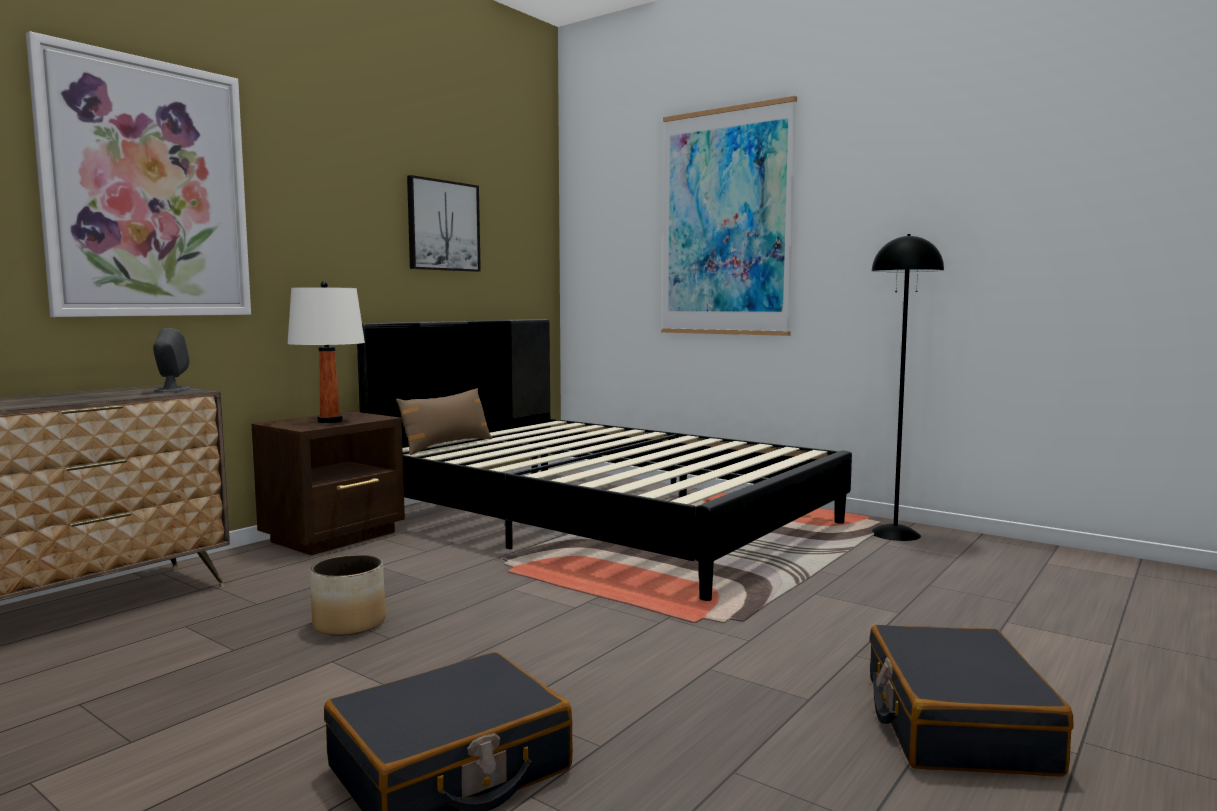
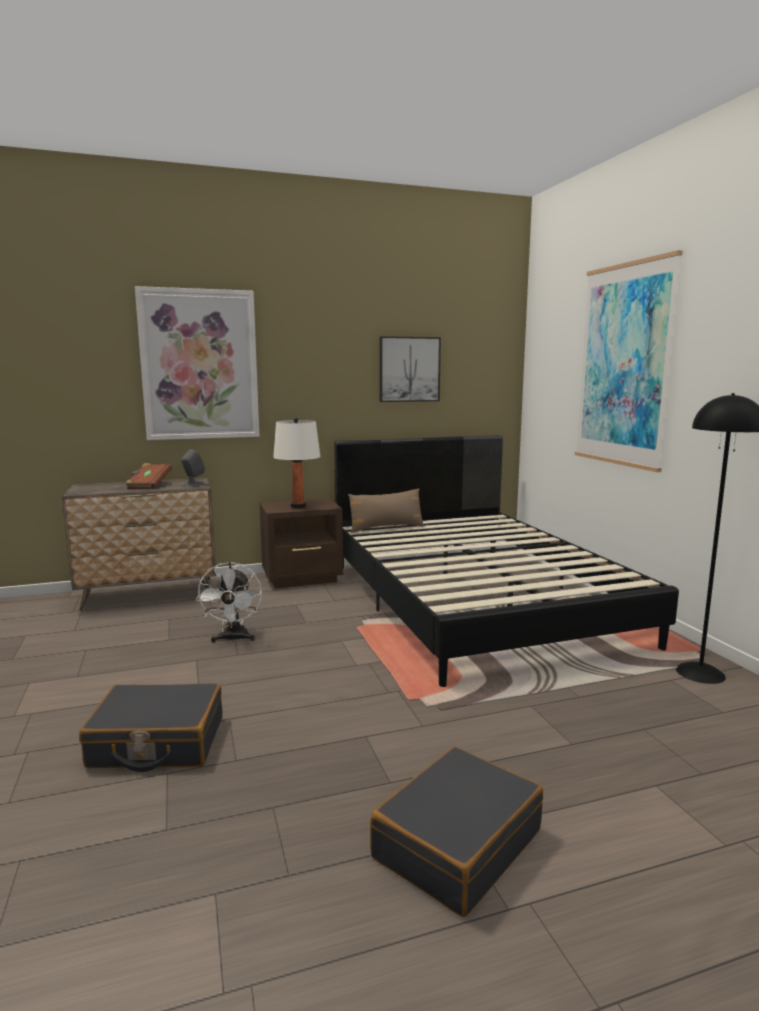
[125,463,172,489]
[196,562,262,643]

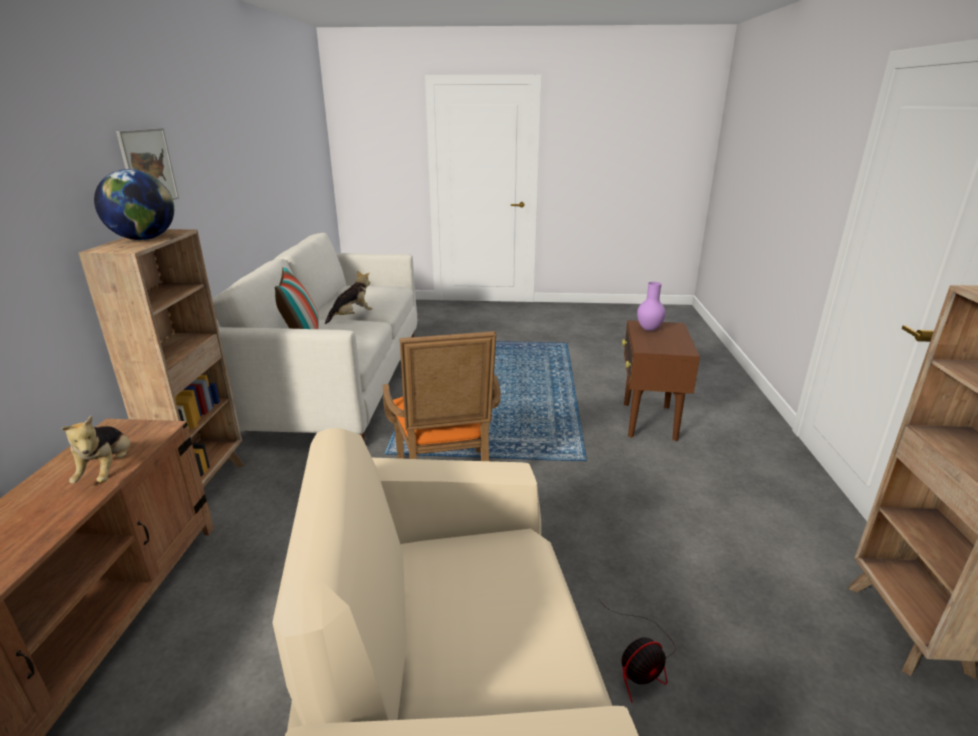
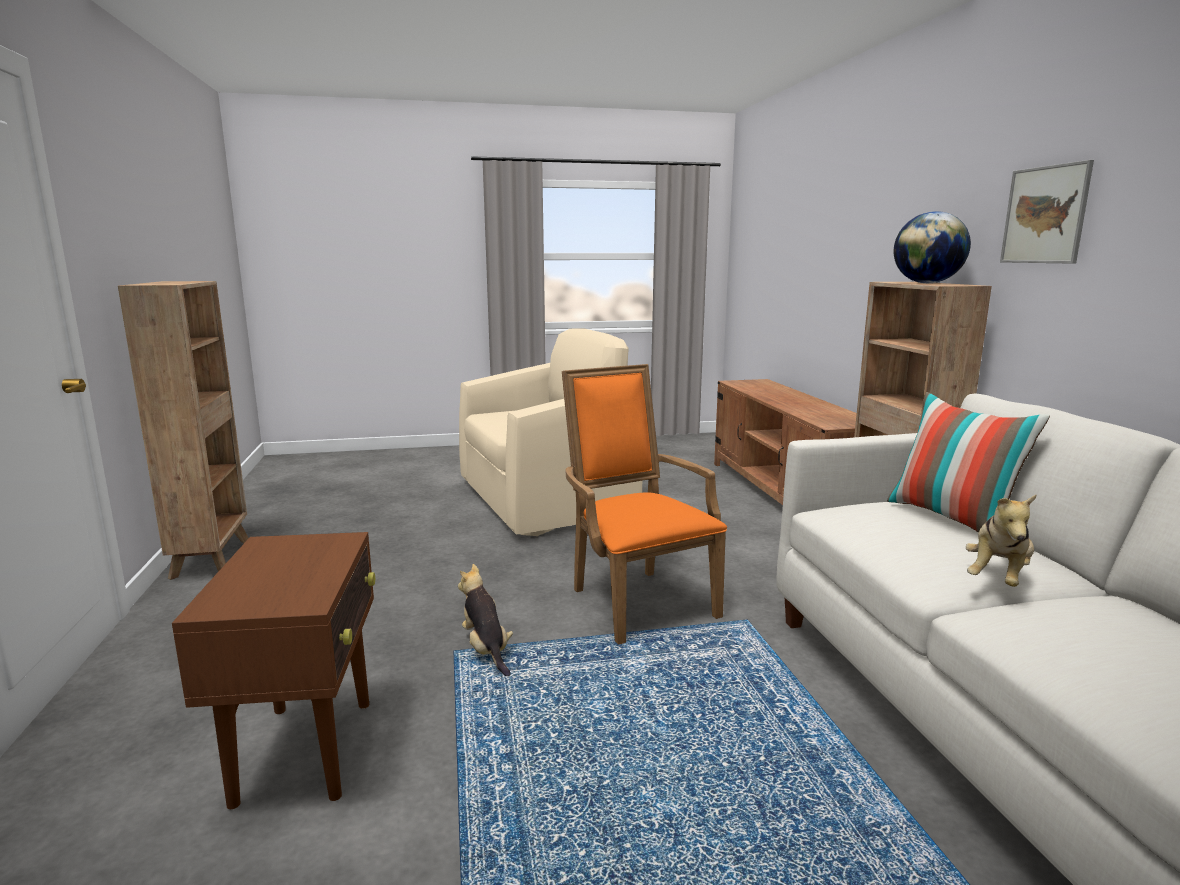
[458,564,513,676]
[598,599,676,702] (first image)
[637,282,666,331] (first image)

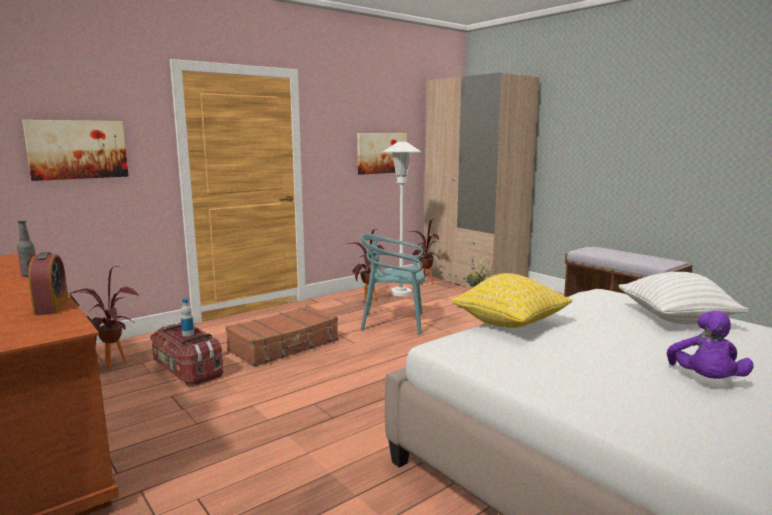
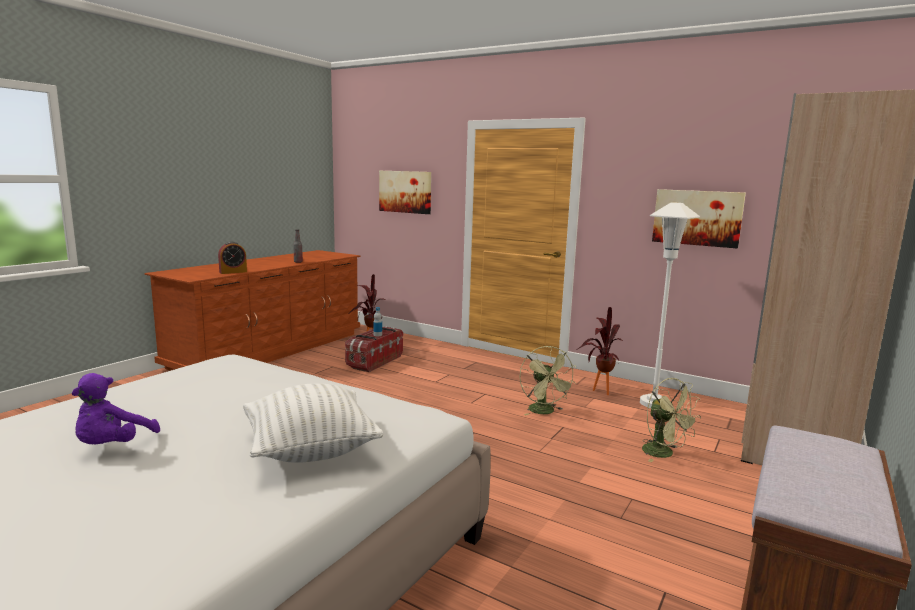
[71,373,160,445]
[519,346,576,415]
[226,306,338,367] (first image)
[410,219,440,285] (first image)
[452,273,573,328] (first image)

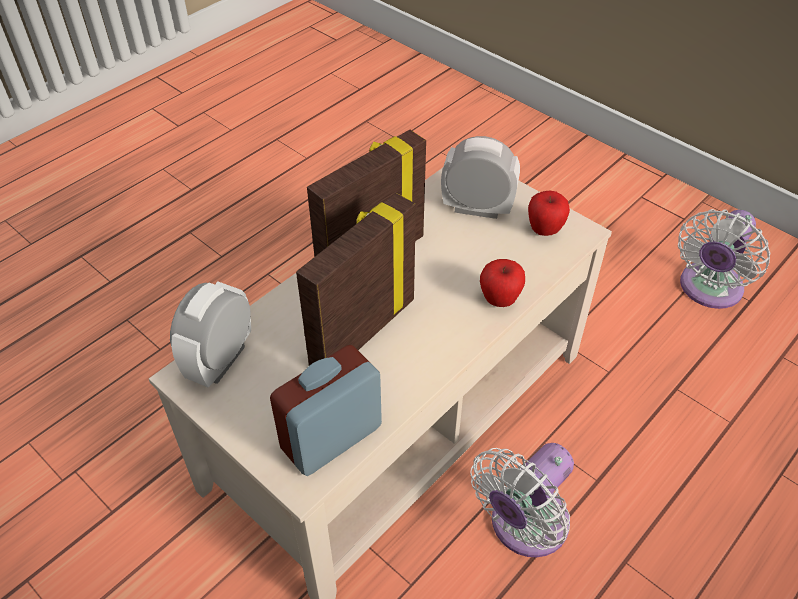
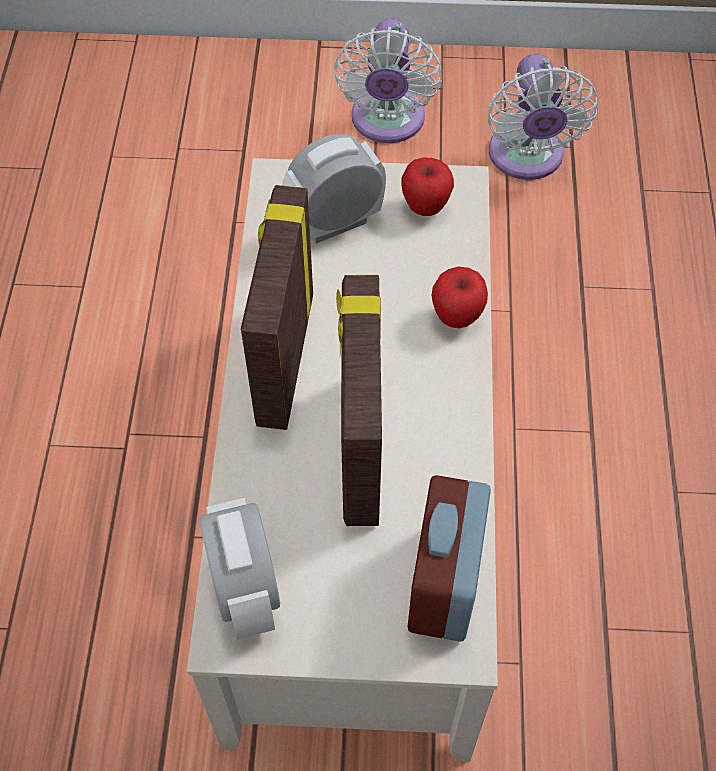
[334,18,441,143]

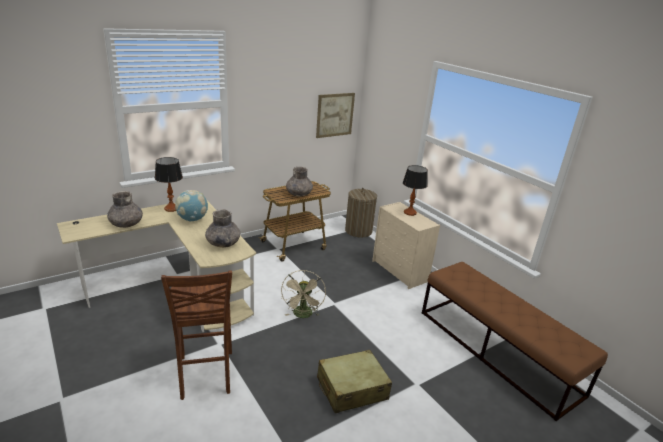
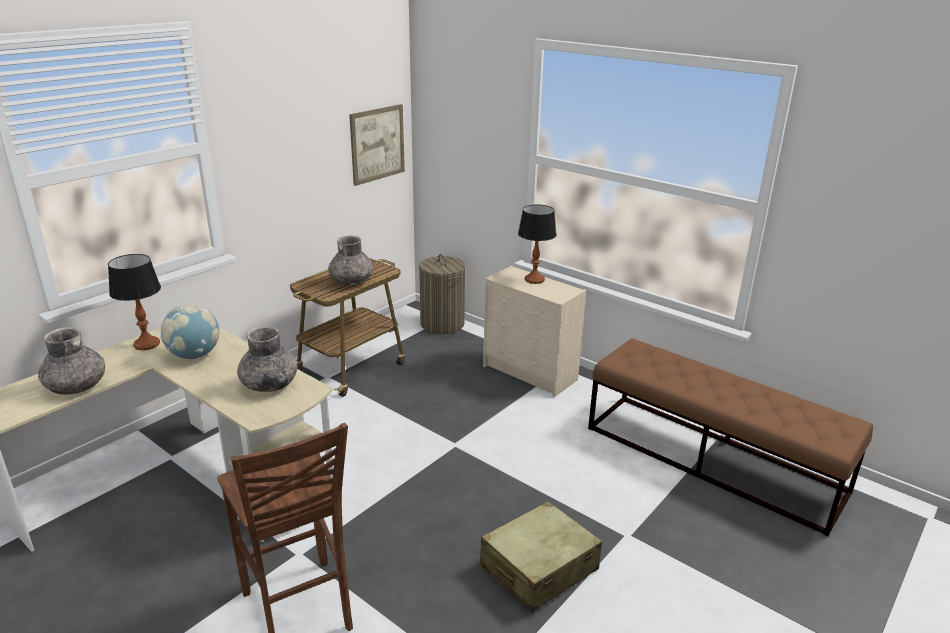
[281,270,326,318] (first image)

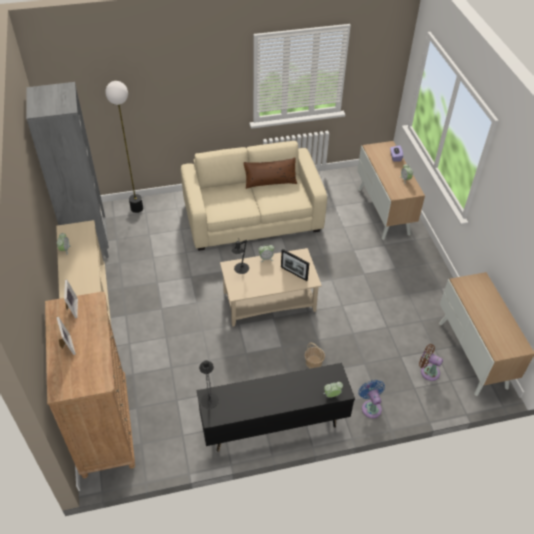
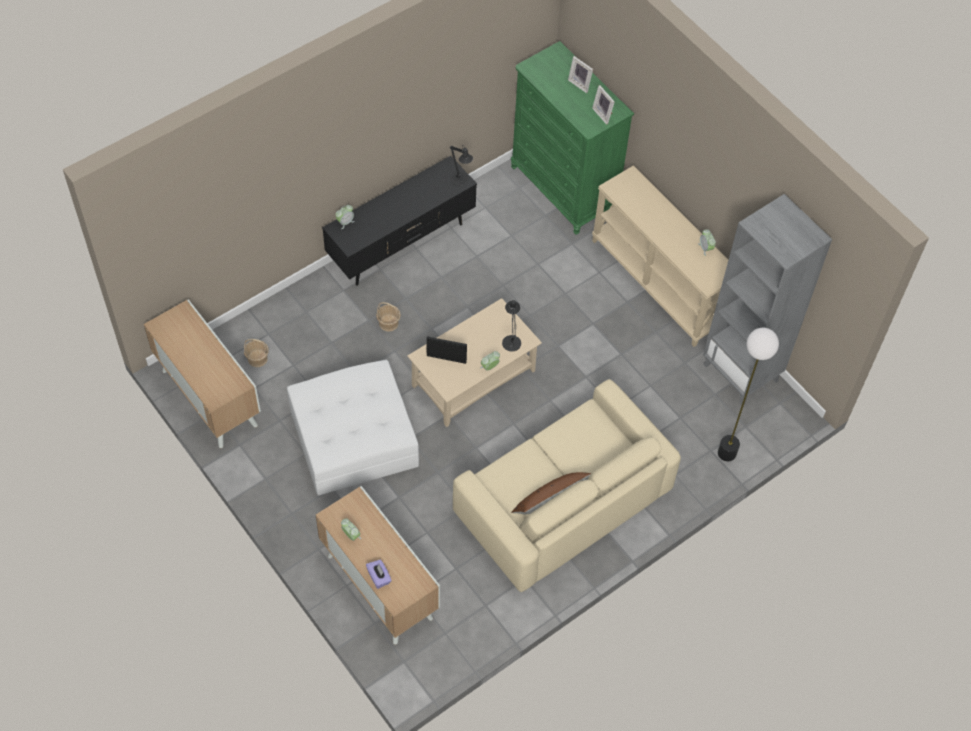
[244,339,269,367]
[287,360,419,496]
[511,41,634,235]
[358,380,385,418] (first image)

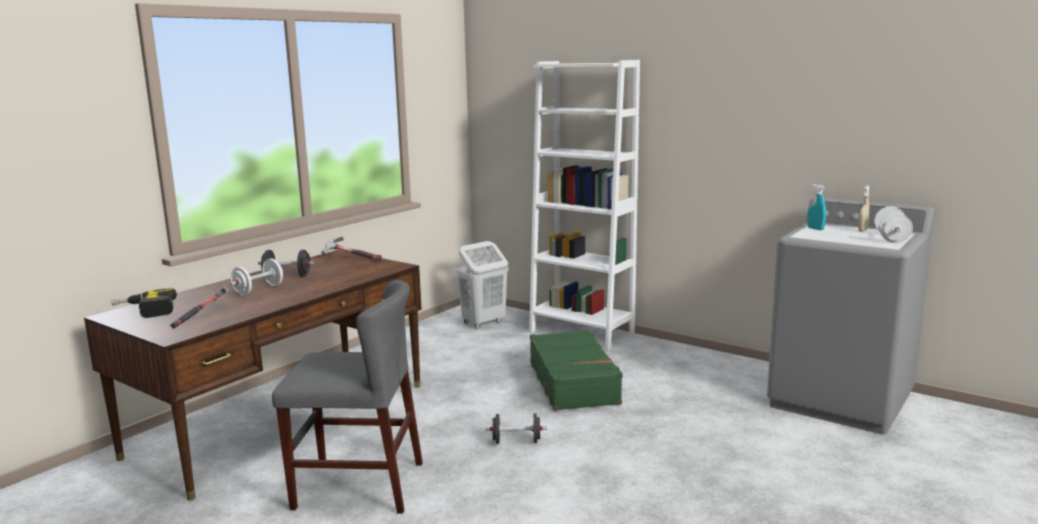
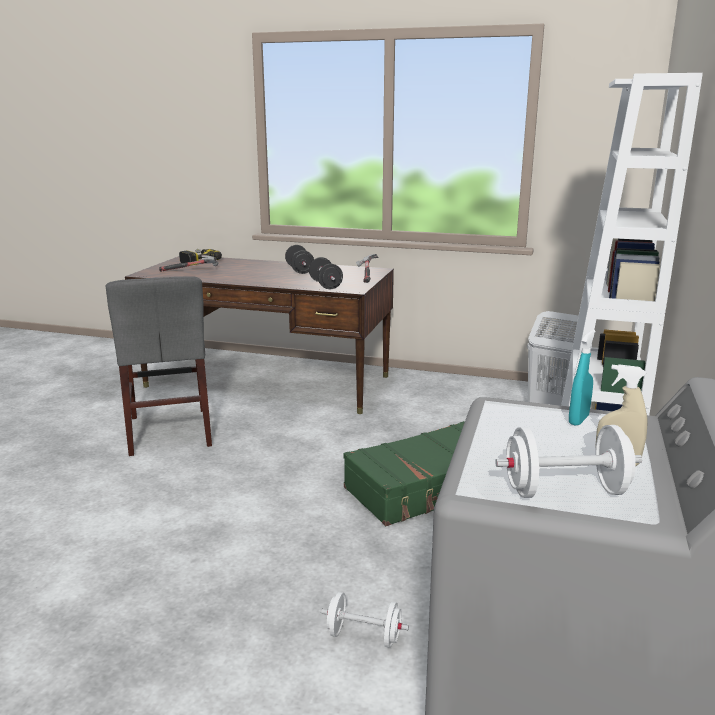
[309,257,343,289]
[321,592,409,648]

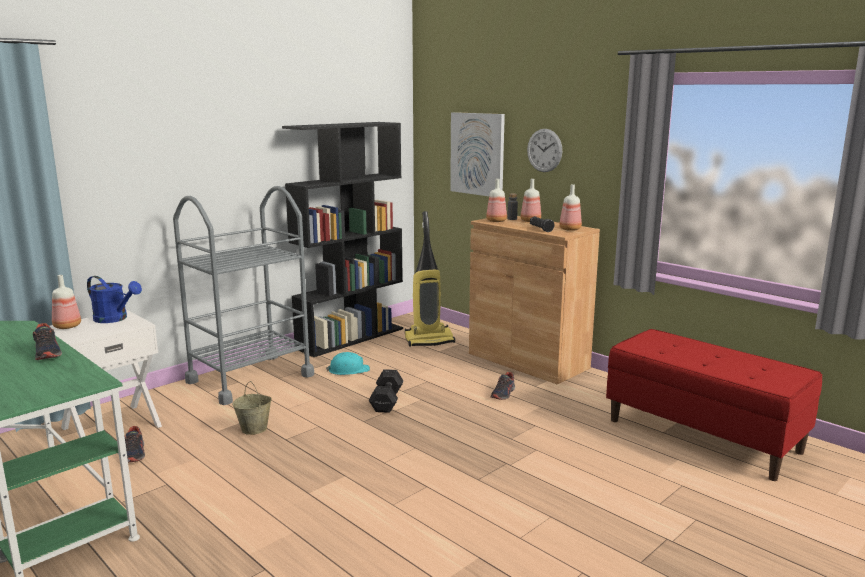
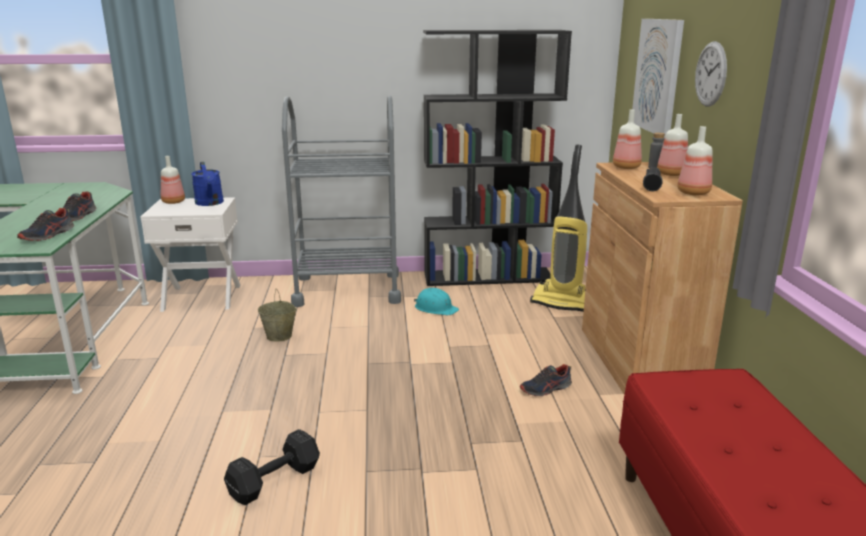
[17,208,74,241]
[224,429,320,505]

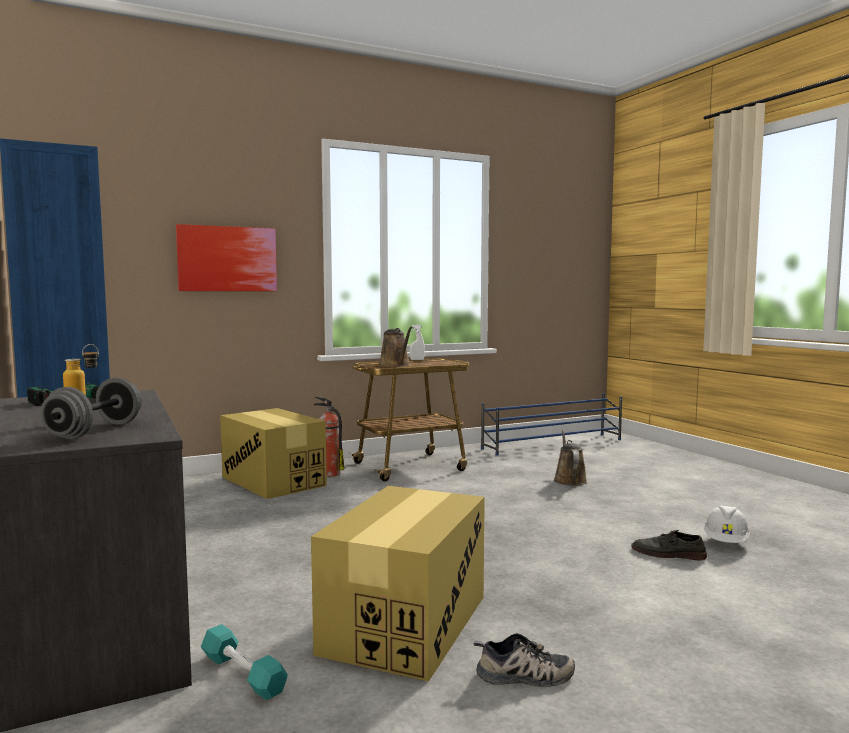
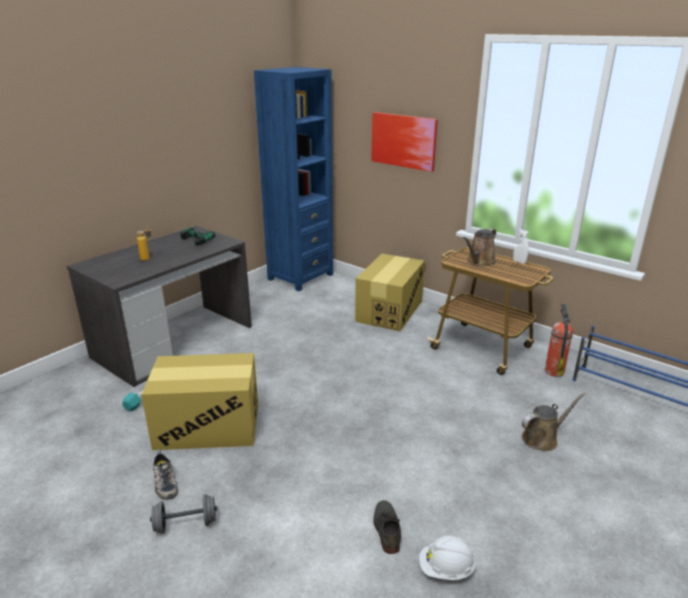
[150,494,217,534]
[545,304,573,377]

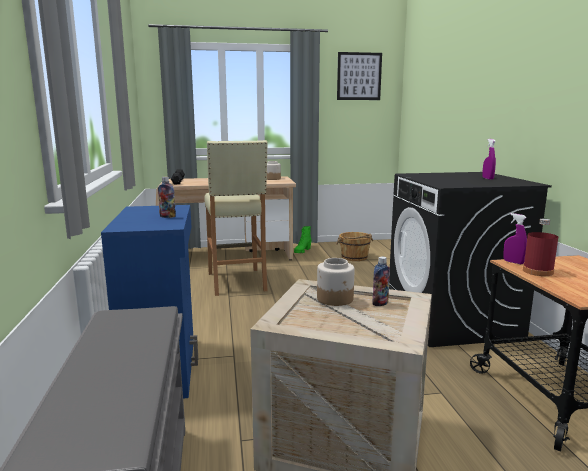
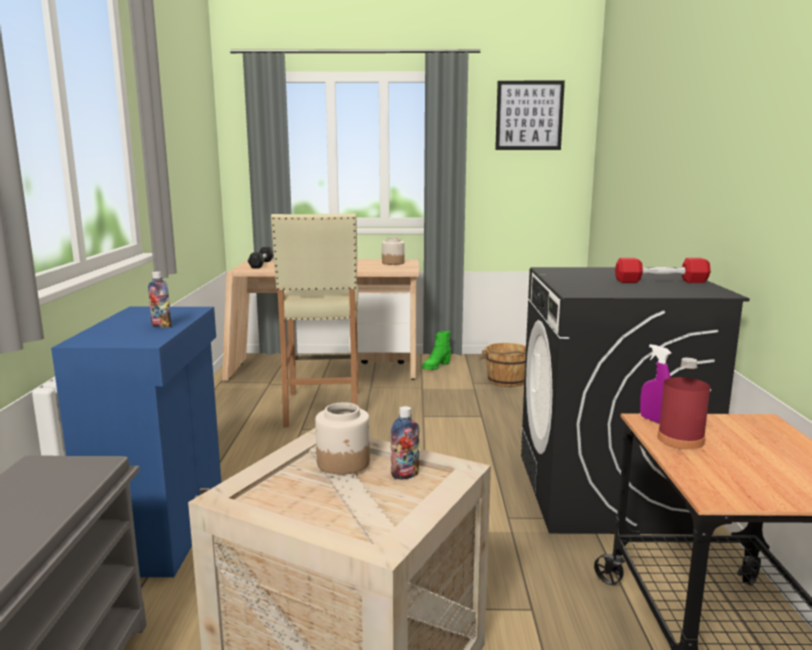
[615,258,711,283]

